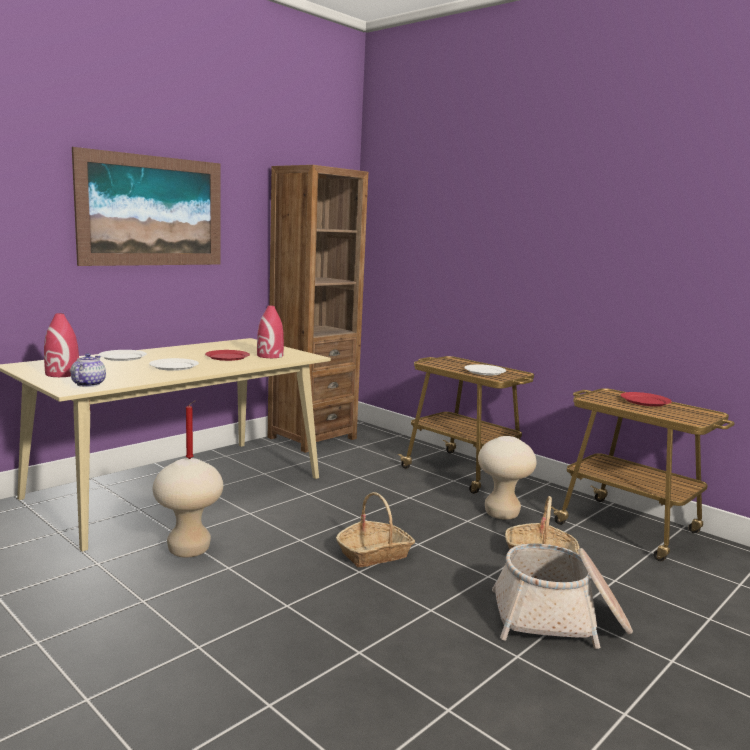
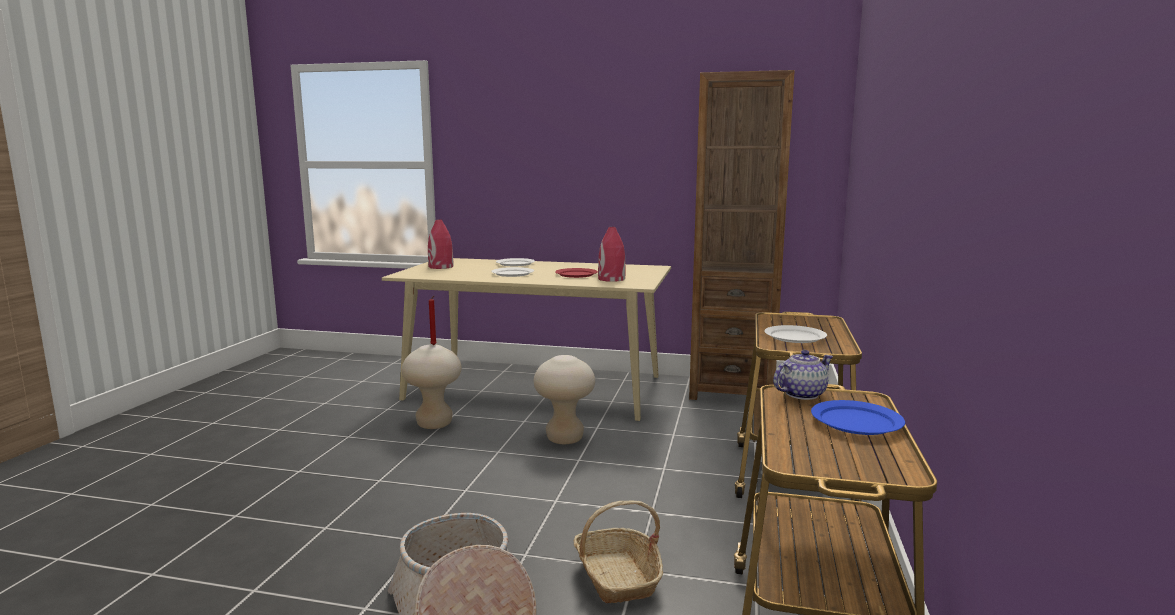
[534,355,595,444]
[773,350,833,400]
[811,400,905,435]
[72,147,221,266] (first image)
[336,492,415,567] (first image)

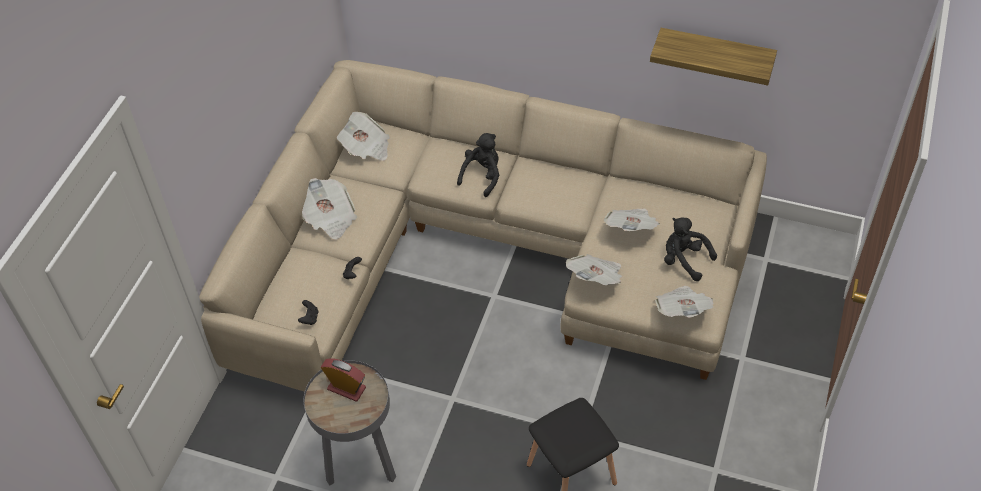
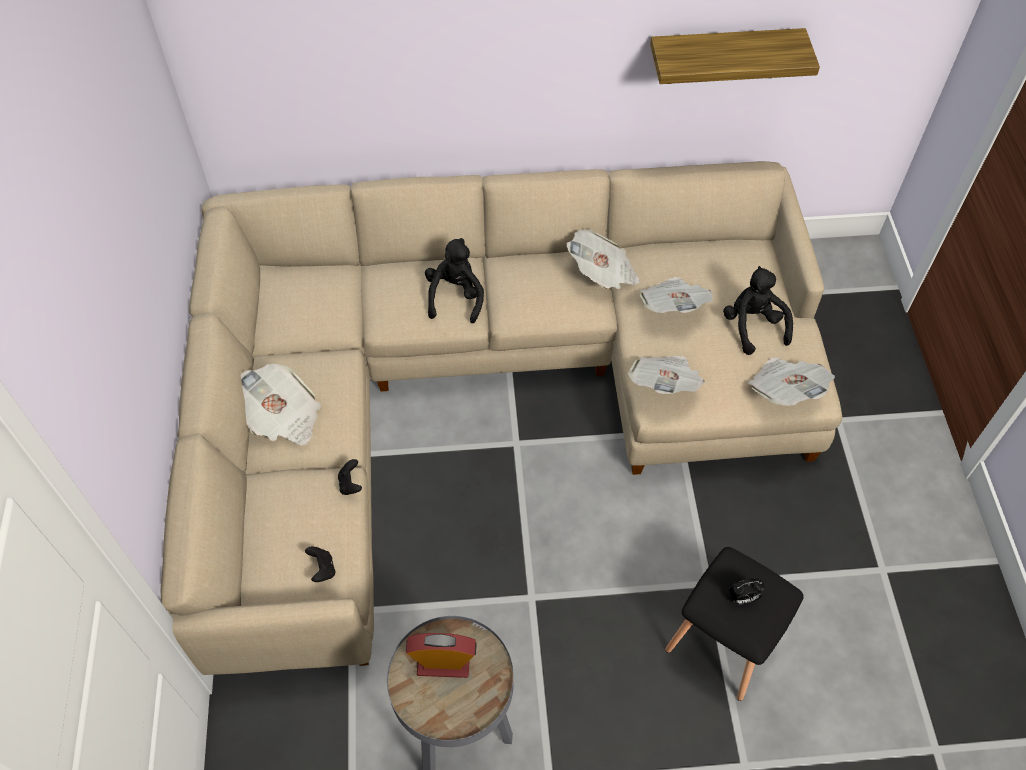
[567,229,640,289]
[723,266,793,355]
[729,578,764,605]

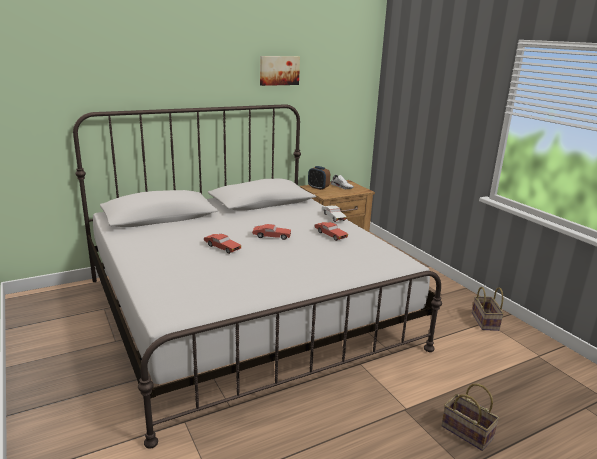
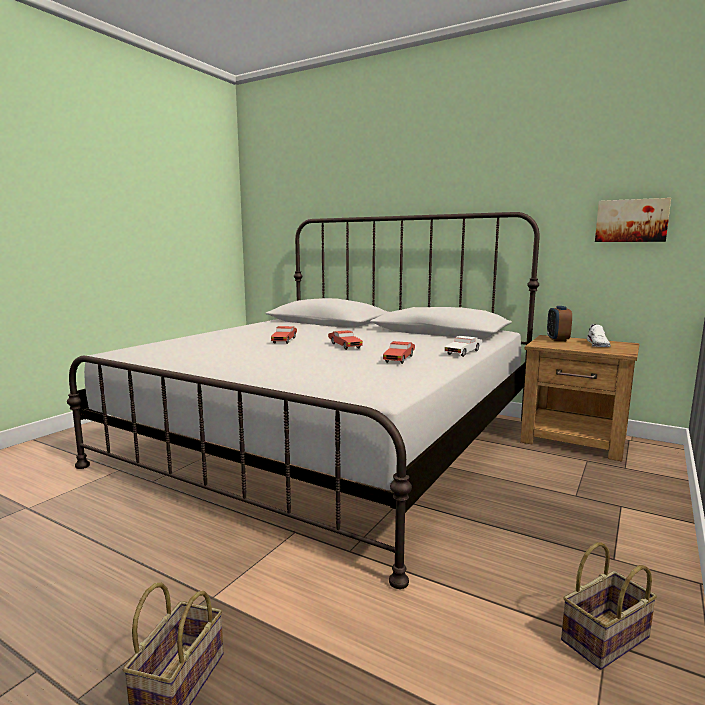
[595,198,671,242]

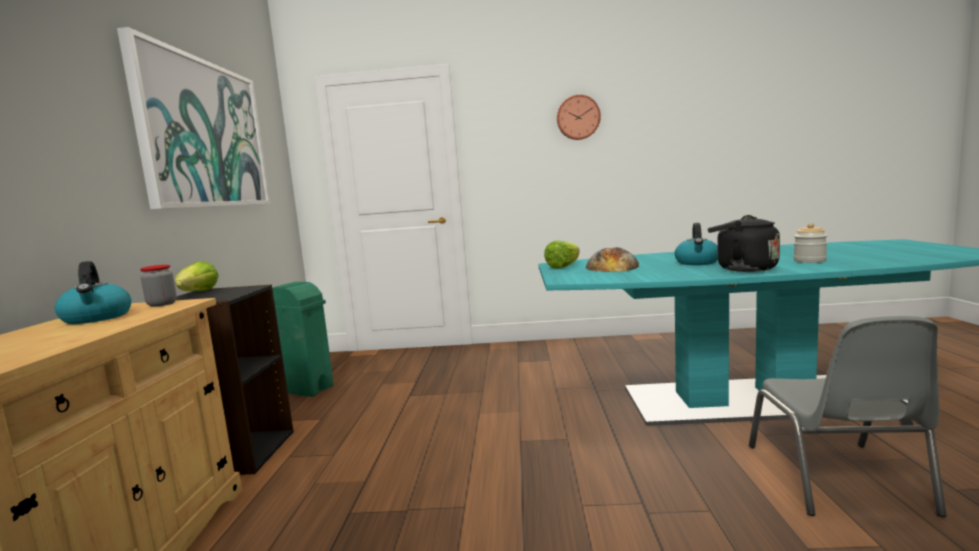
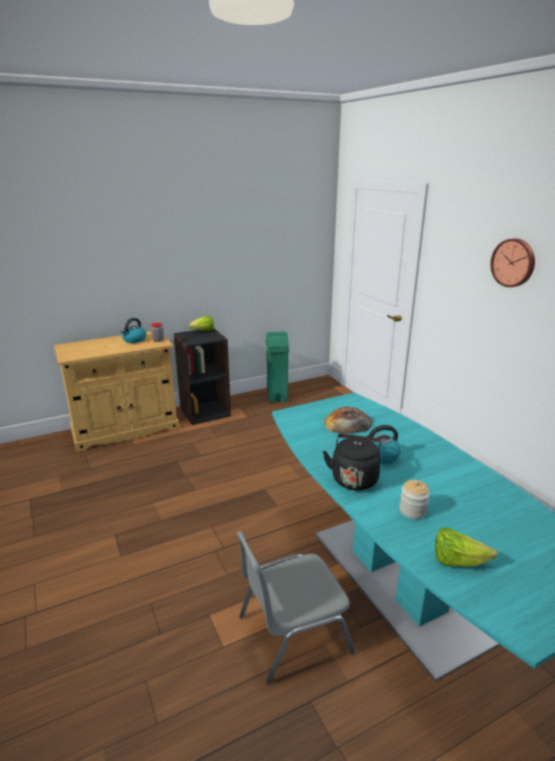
[435,528,498,567]
[117,27,271,209] (first image)

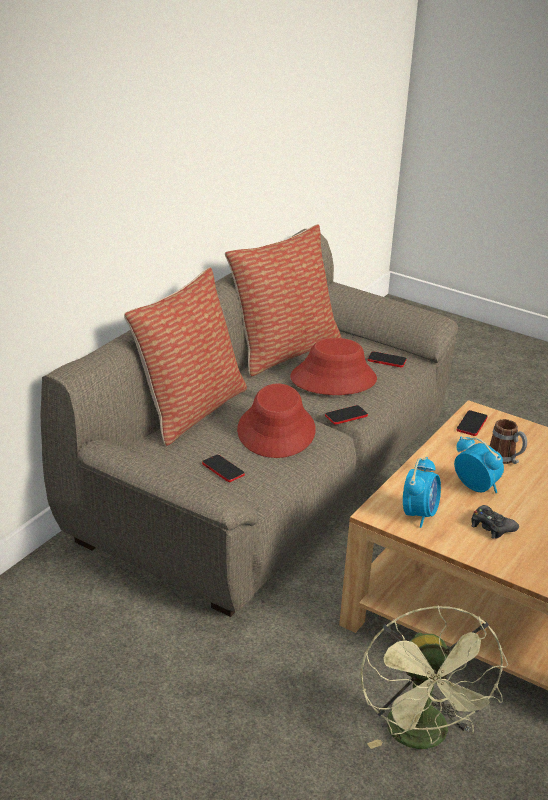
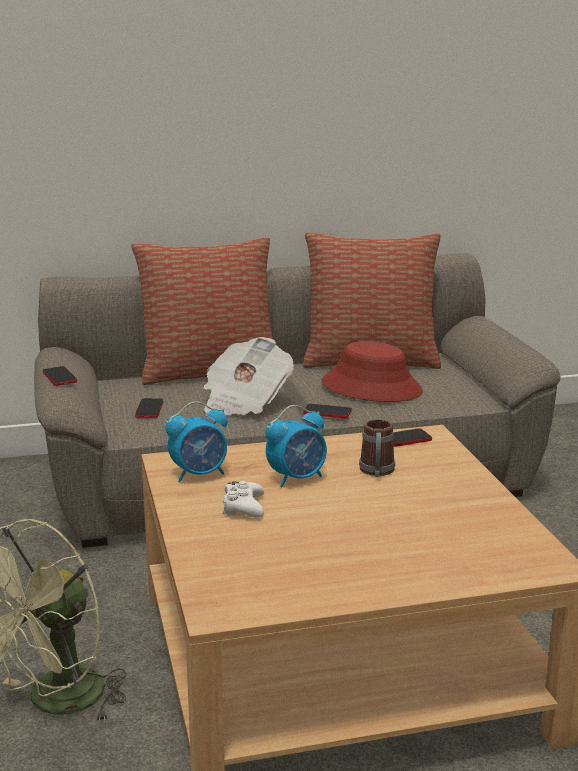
[43,366,77,386]
[203,337,294,416]
[222,481,264,518]
[266,405,327,487]

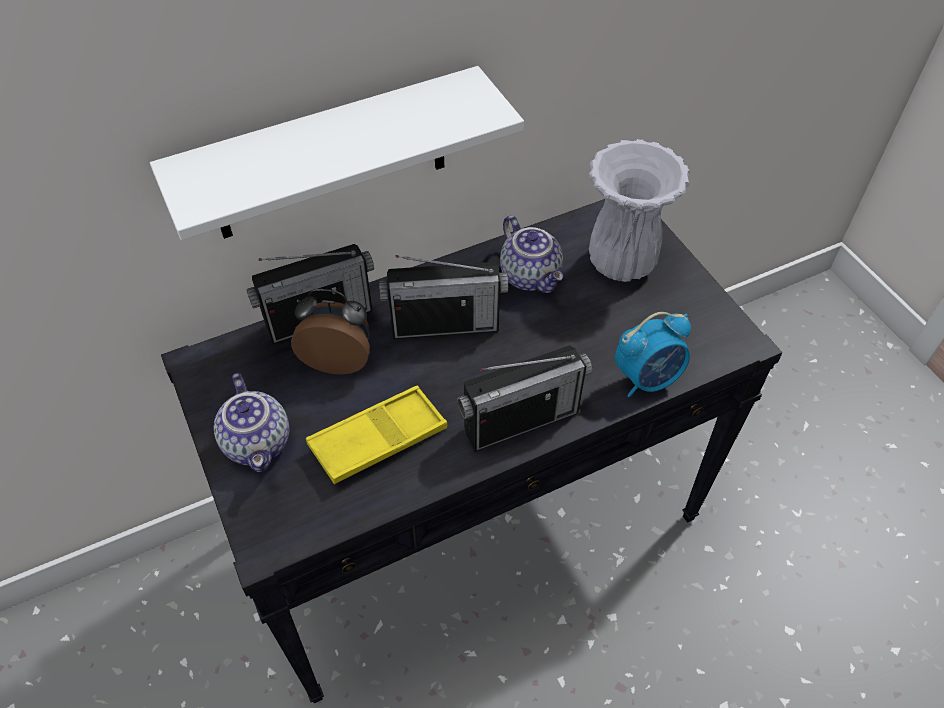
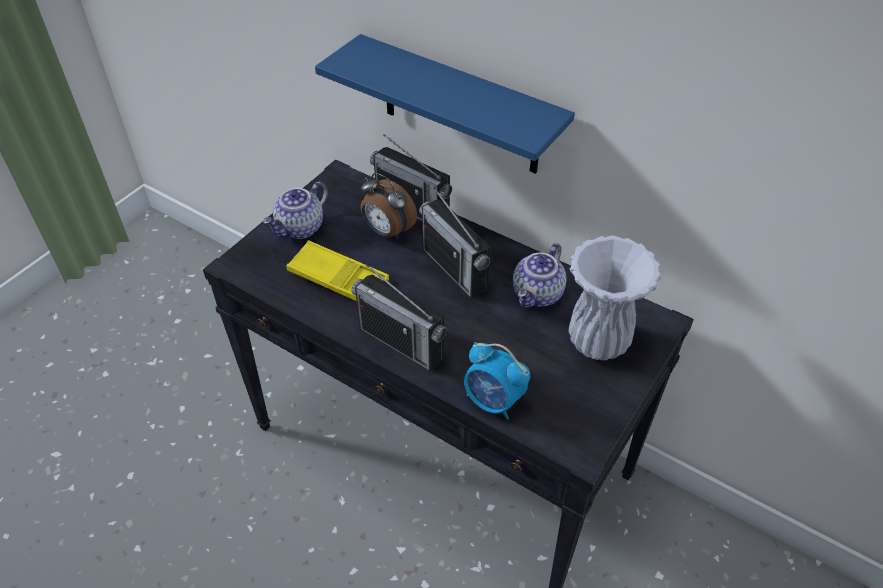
[315,34,575,174]
[361,173,417,240]

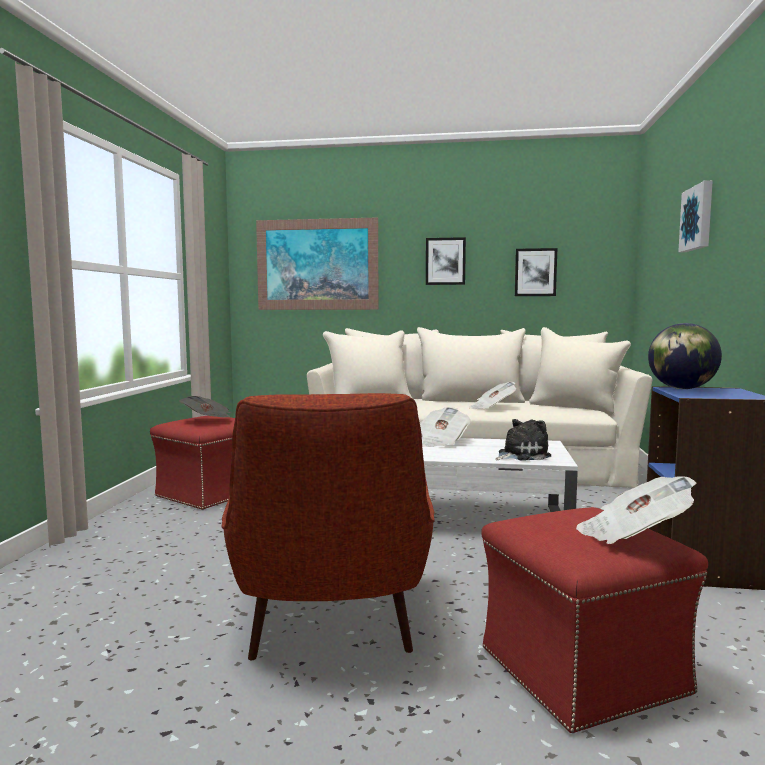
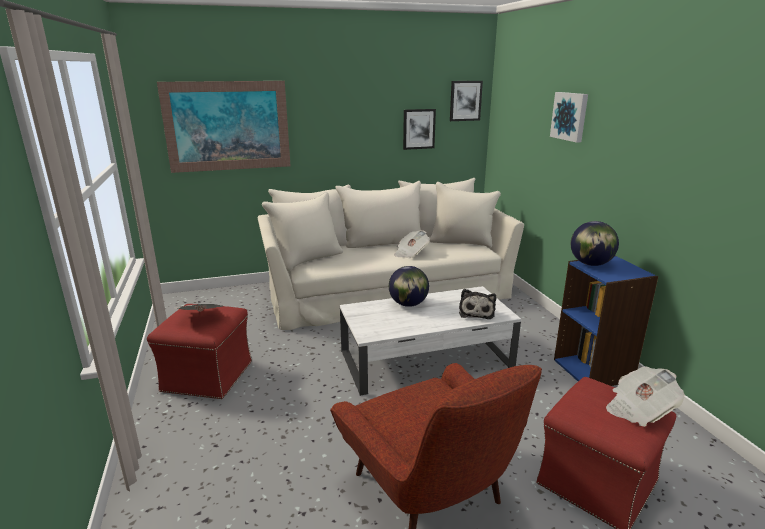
[389,266,429,307]
[450,81,483,121]
[459,289,496,319]

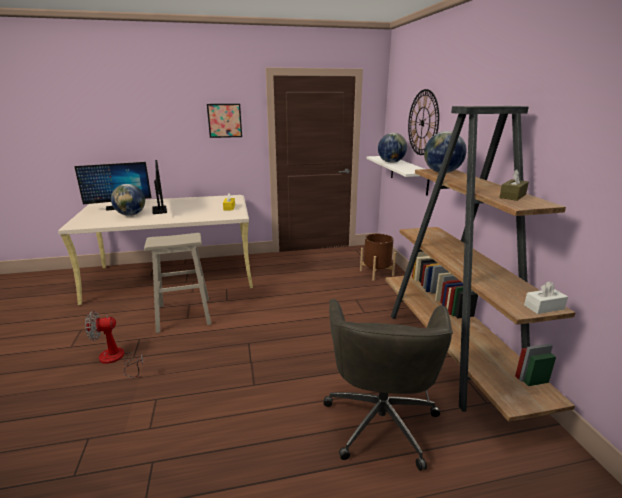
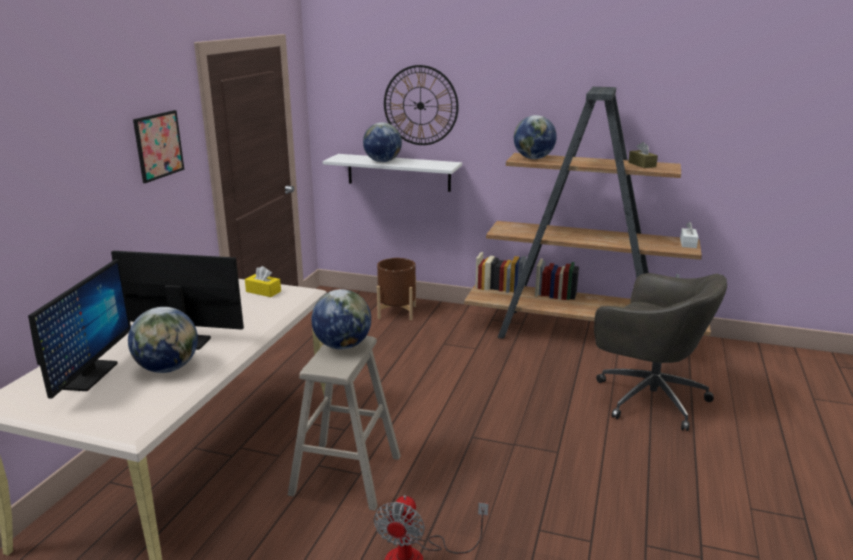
[311,289,371,350]

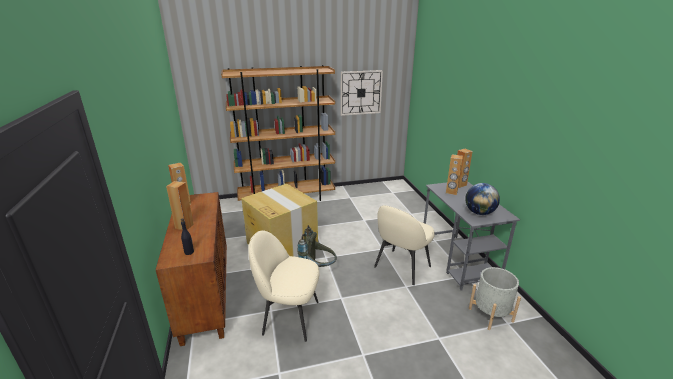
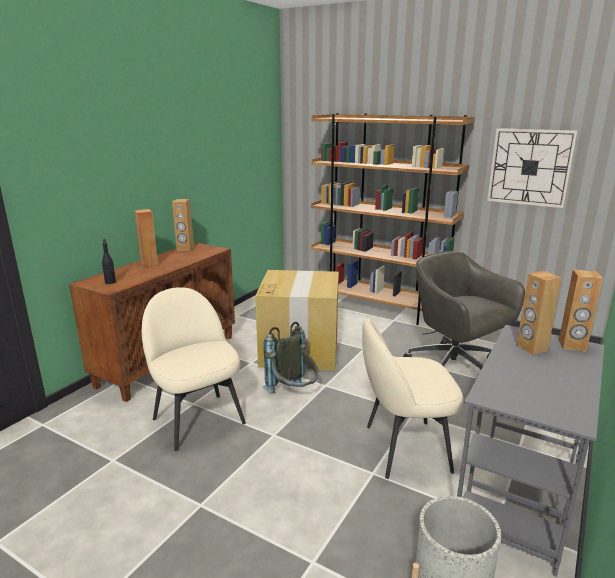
[403,251,525,369]
[465,183,500,215] (first image)

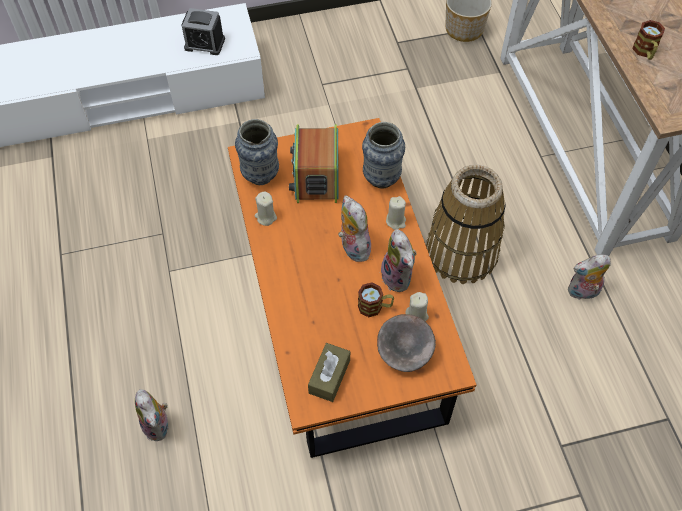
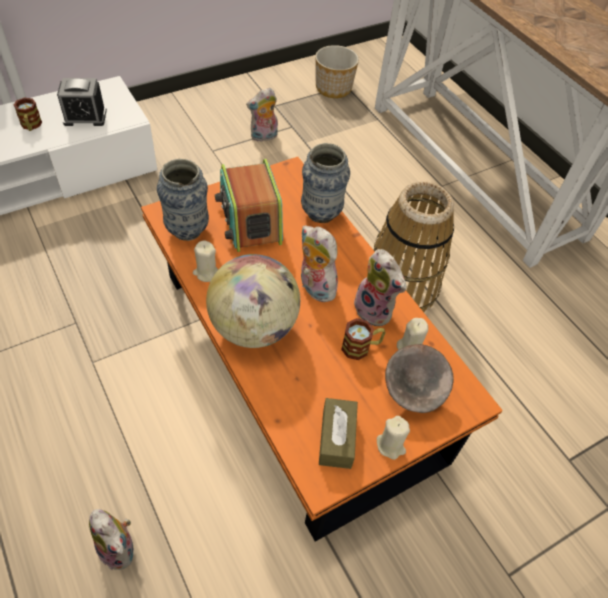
[14,97,42,131]
[206,254,300,348]
[246,88,278,142]
[377,416,410,460]

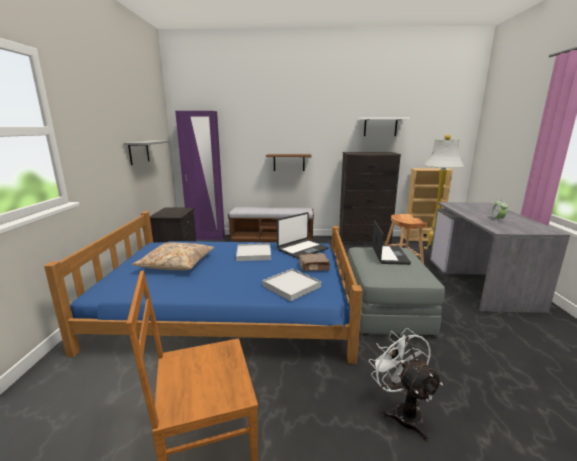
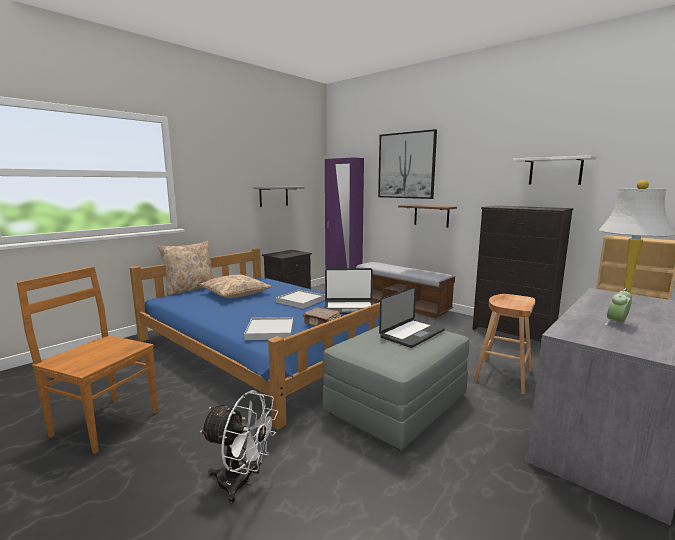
[157,241,214,296]
[200,390,278,504]
[378,129,437,199]

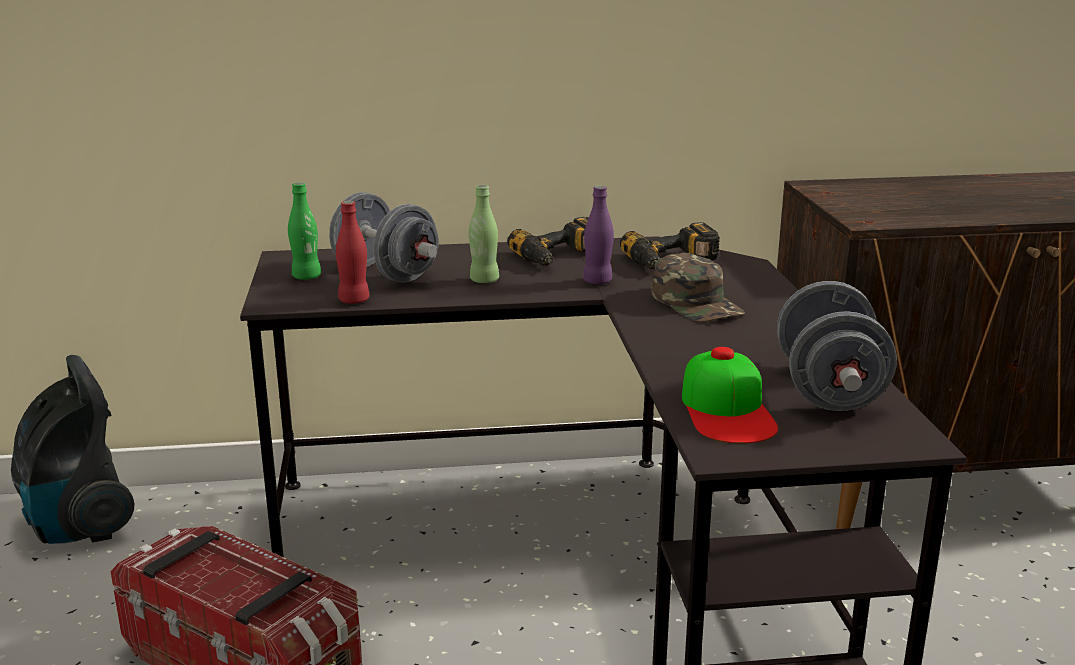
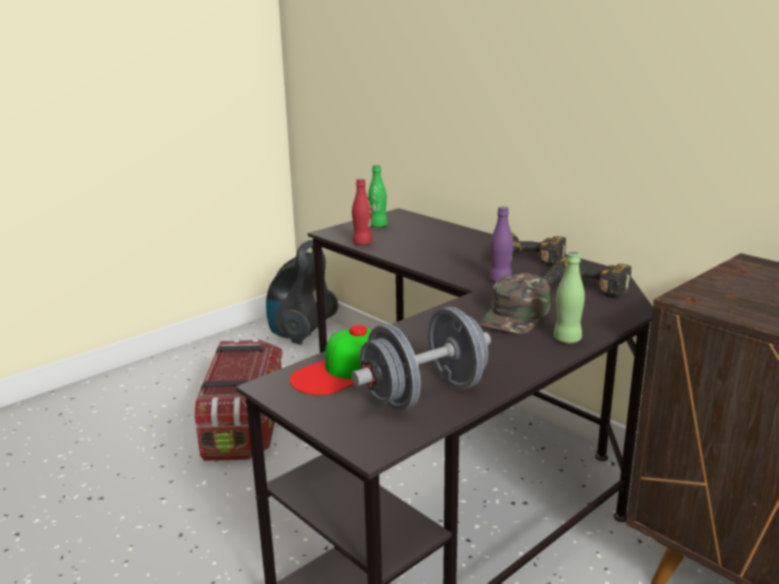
[554,251,585,343]
[329,192,439,283] (first image)

